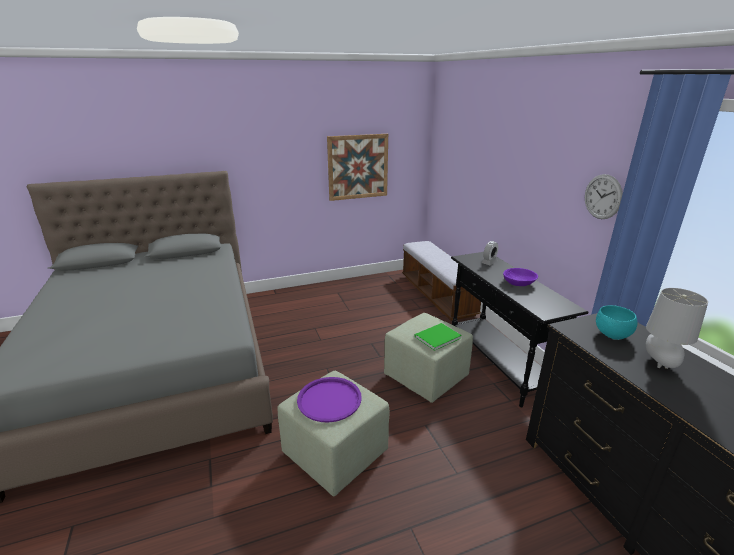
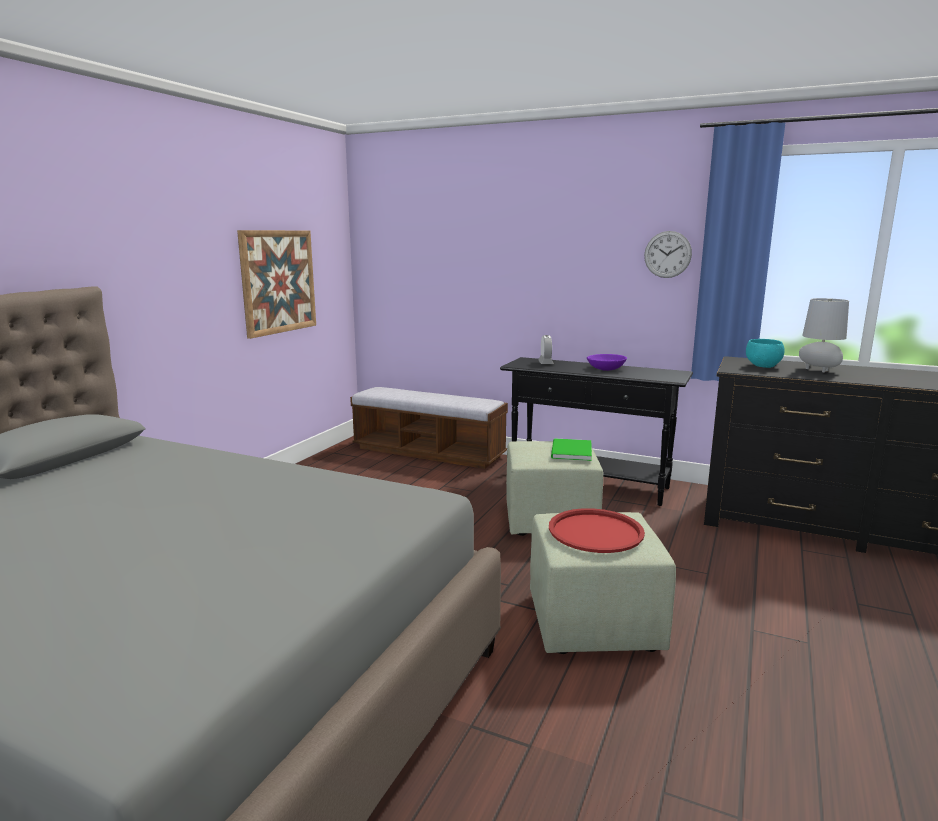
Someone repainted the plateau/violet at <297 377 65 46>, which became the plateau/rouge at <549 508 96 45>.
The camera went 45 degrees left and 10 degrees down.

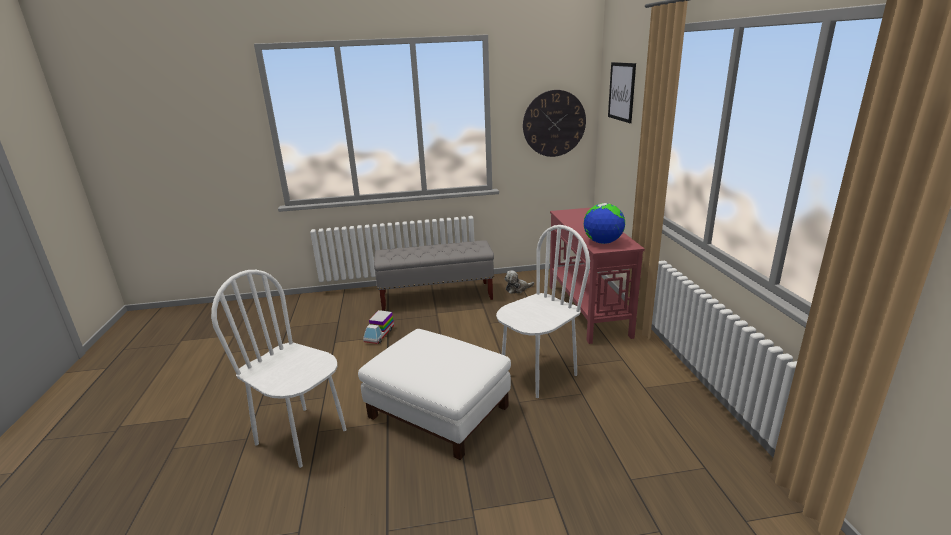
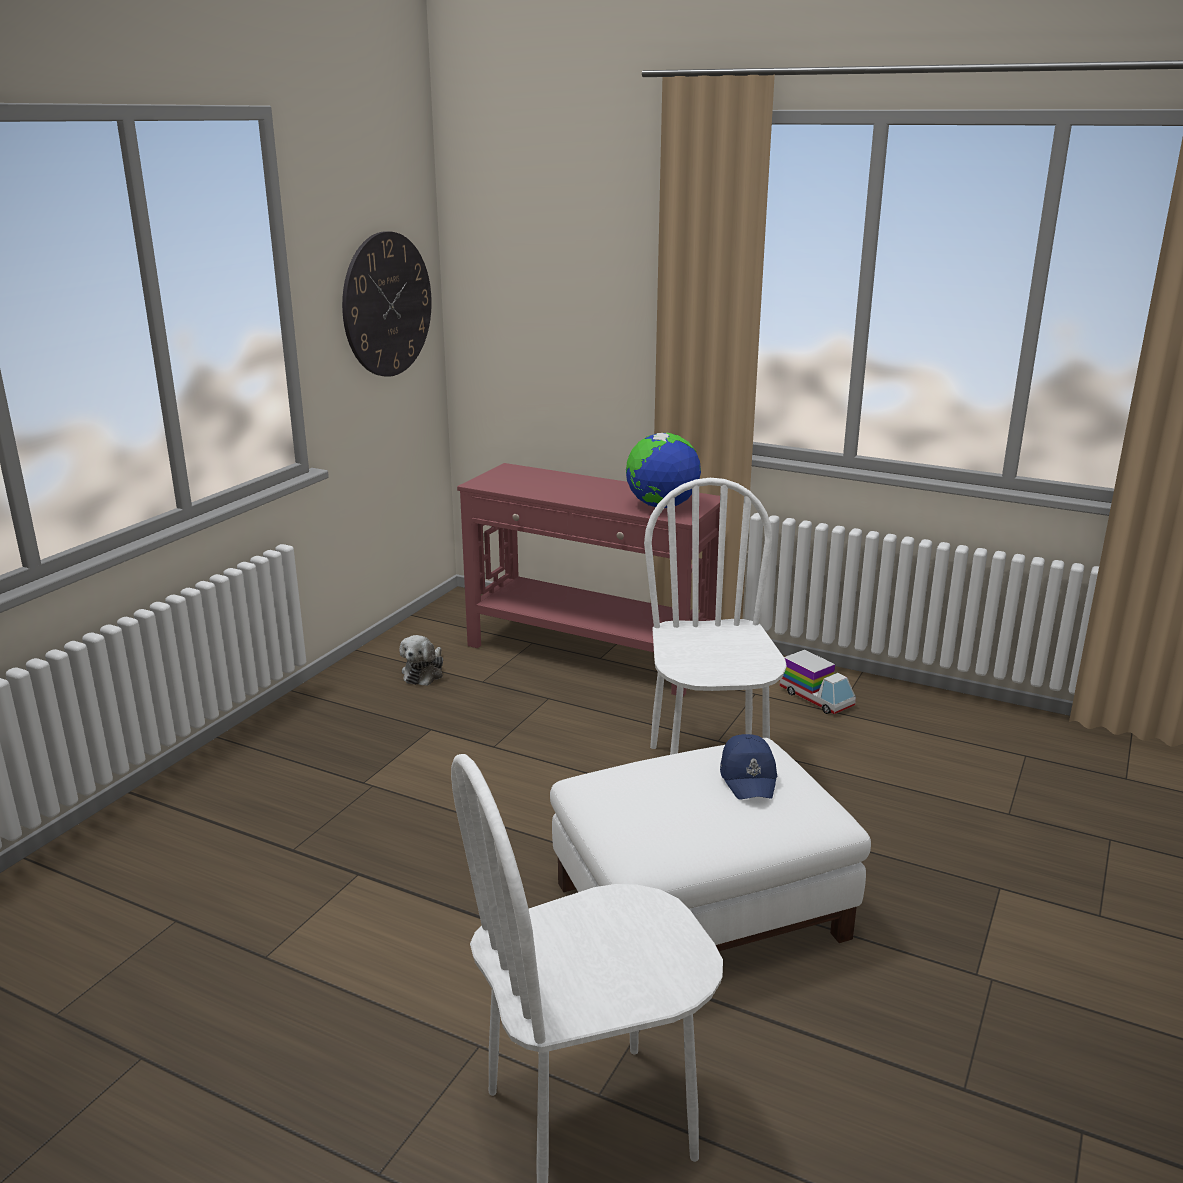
Someone carried the camion jouet from <363 310 31 34> to <779 650 77 64>.
Someone took away the banc/gris at <374 240 120 71>.
Someone took away the tableau at <608 62 28 61>.
Someone put down the casquette/bleu at <720 734 57 66>.
The camera went 55 degrees left and 0 degrees up.

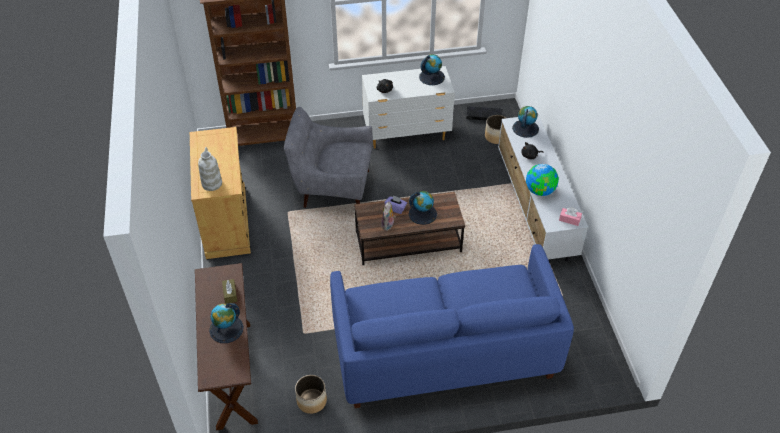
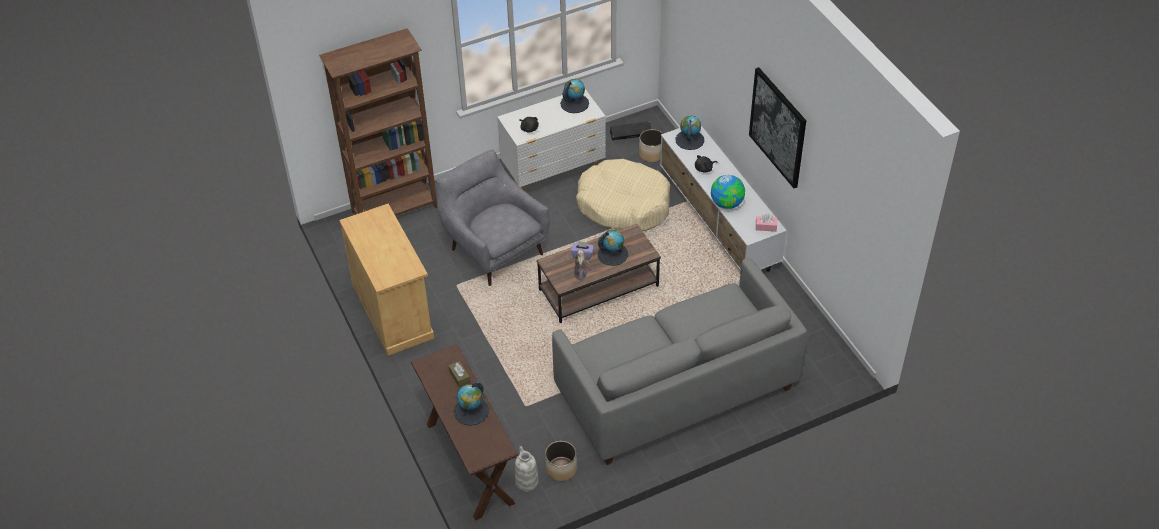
Someone carried the vase/blanc from <198 147 24 44> to <515 446 23 45>.
Someone rotated the fauteuil/gris at <284 107 89 101> by 60 degrees clockwise.
Someone repainted the canapé/bleu at <330 244 244 164>, which became the canapé/gris at <552 258 255 207>.
Someone put down the panier pour chien/beige at <576 159 94 72>.
Someone put up the tableau at <749 67 57 121>.
The camera went 15 degrees left and 0 degrees up.

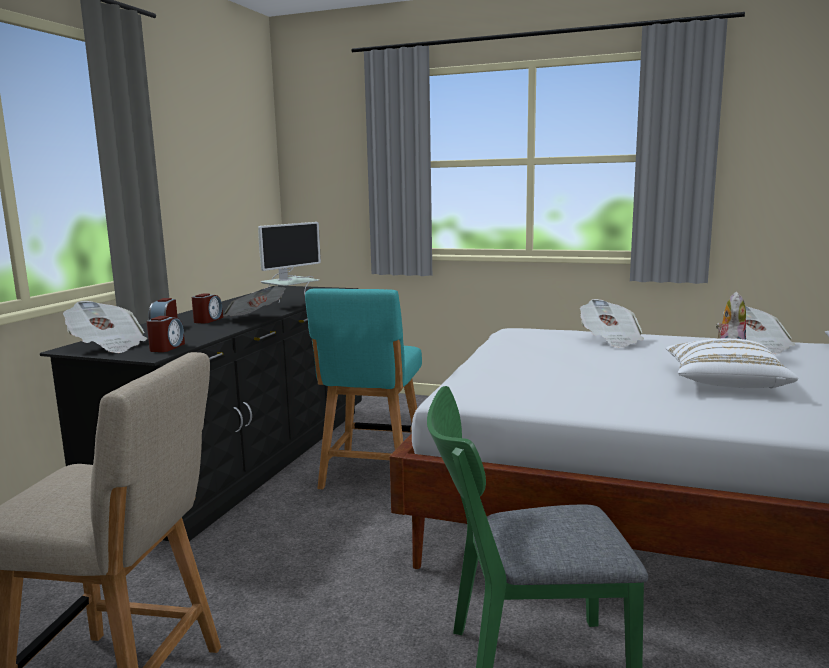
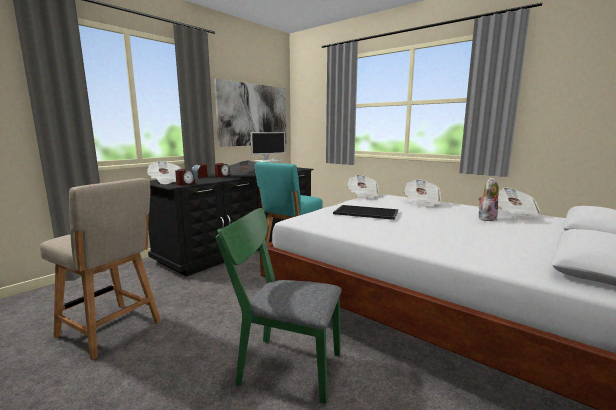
Someone took away the coussin/blanc at <666 338 132 50>.
Someone put up the tableau at <214 79 72 68>.
Someone put down the plateau at <333 205 65 15>.
Someone put down the journal at <347 175 32 24>.
The camera went 20 degrees right and 0 degrees up.

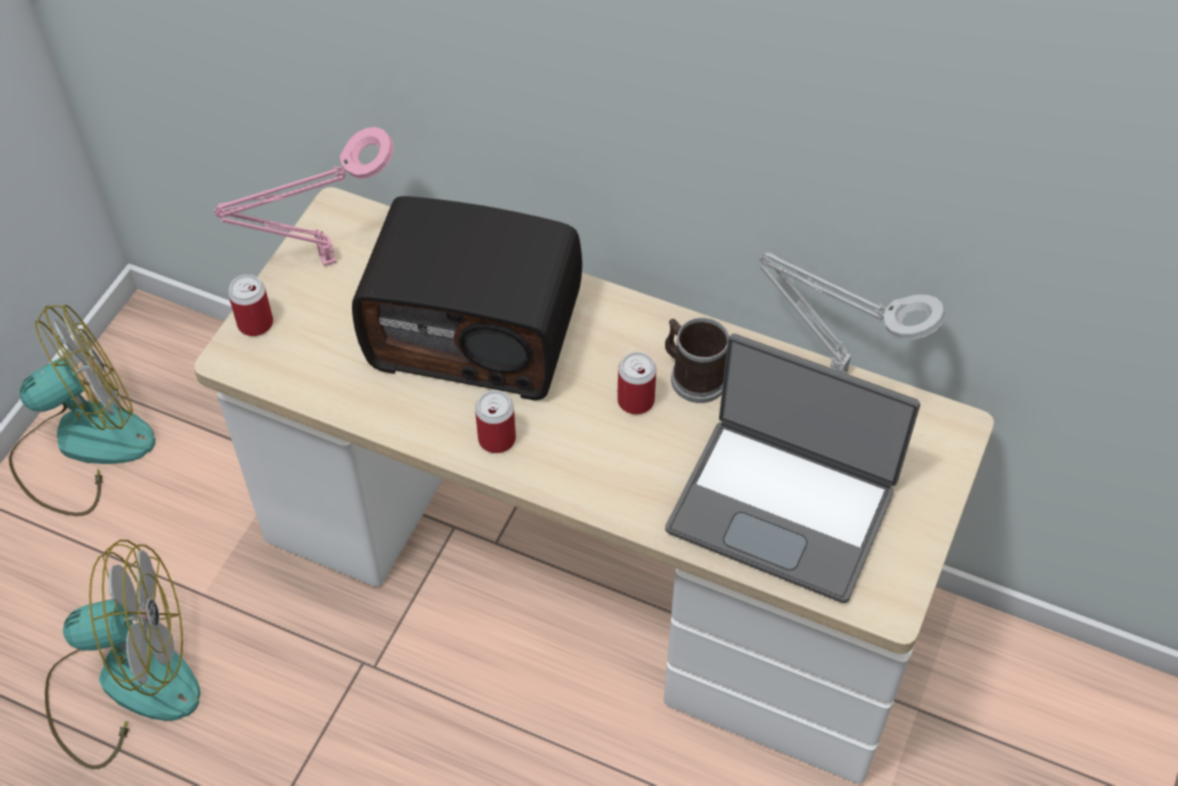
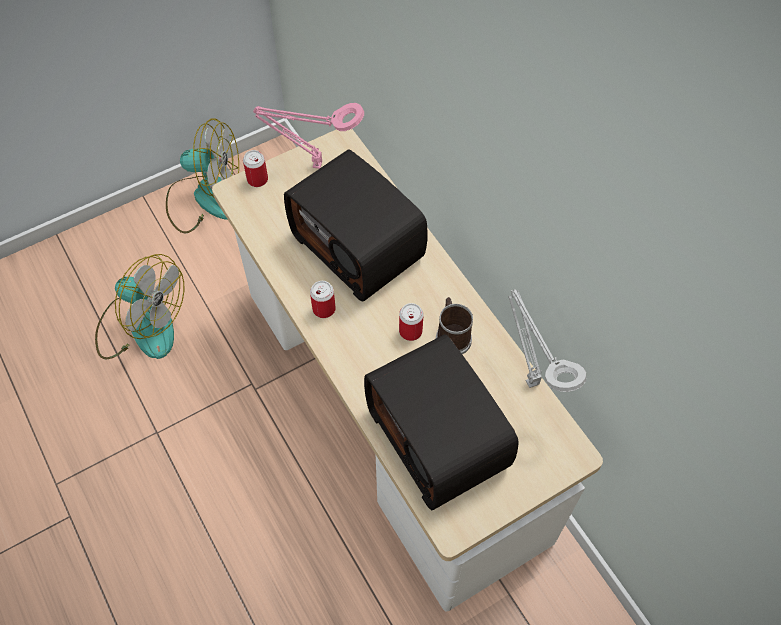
Someone swapped the ordinateur portable at <665 334 255 269> for the radio at <364 334 155 176>.
The camera went 35 degrees right and 5 degrees up.

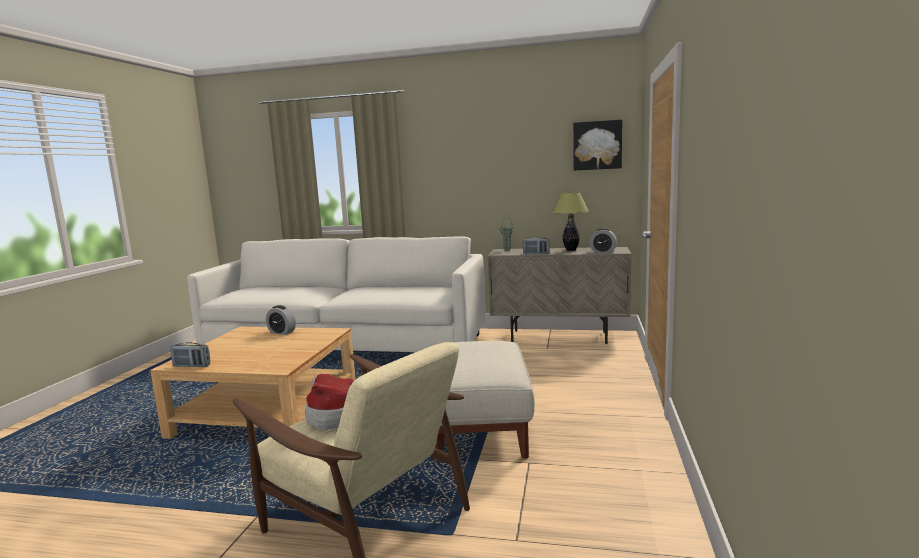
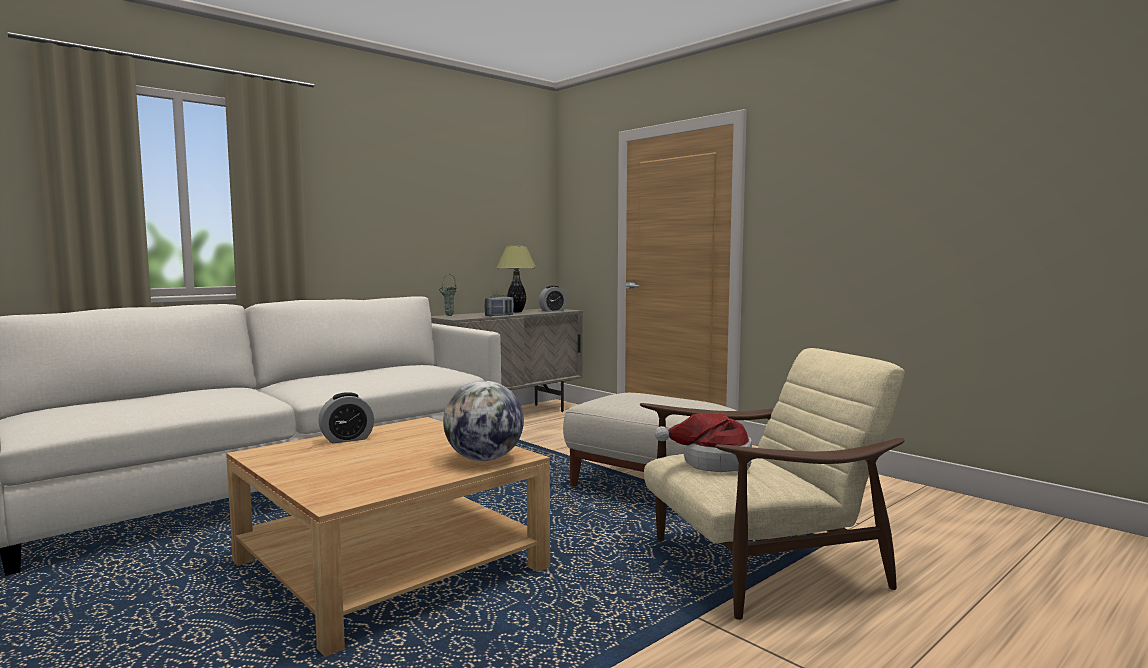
Someone took away the radio at <170 342 40 25>.
Someone took away the tableau at <573 120 49 50>.
Someone put down the globe at <443 381 81 80>.
The camera went 55 degrees left and 5 degrees down.

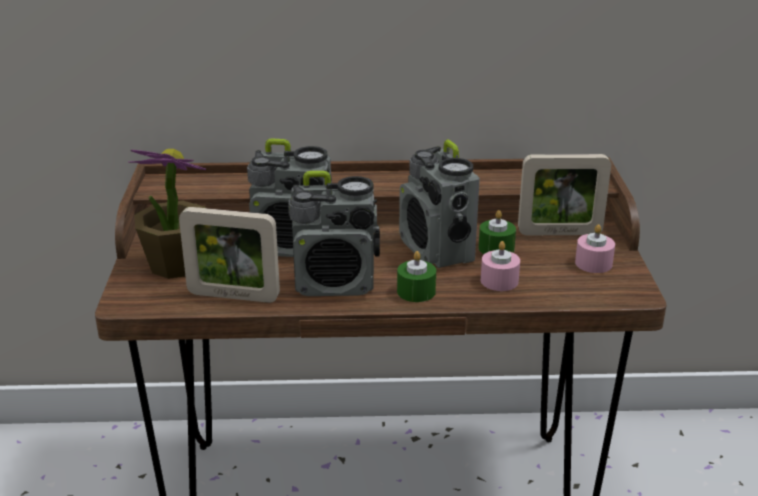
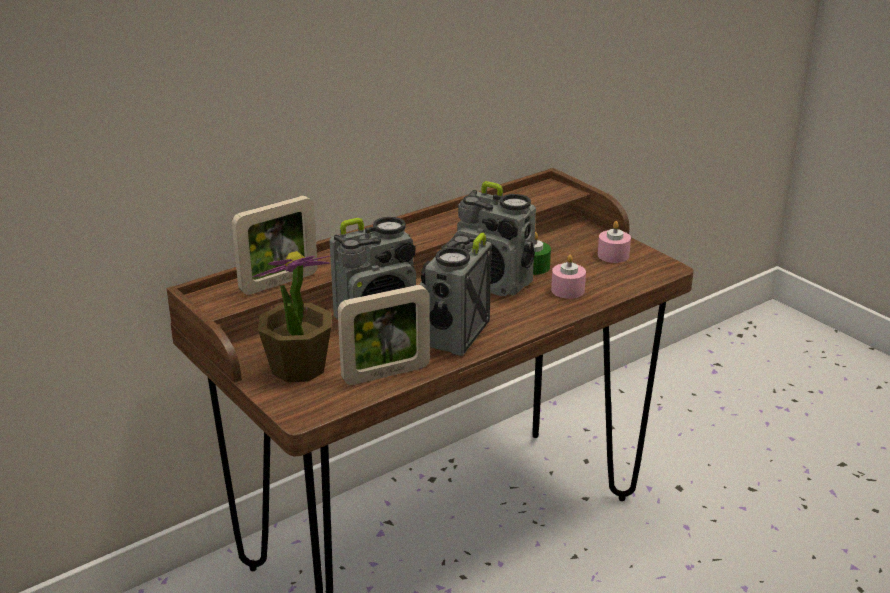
Someone rotated the radio at <288 171 92 125> by 150 degrees clockwise.
Someone took away the bougie/vert at <397 251 39 51>.
Someone carried the cadre photo from <518 154 93 81> to <232 196 86 99>.
The camera went 35 degrees left and 0 degrees up.

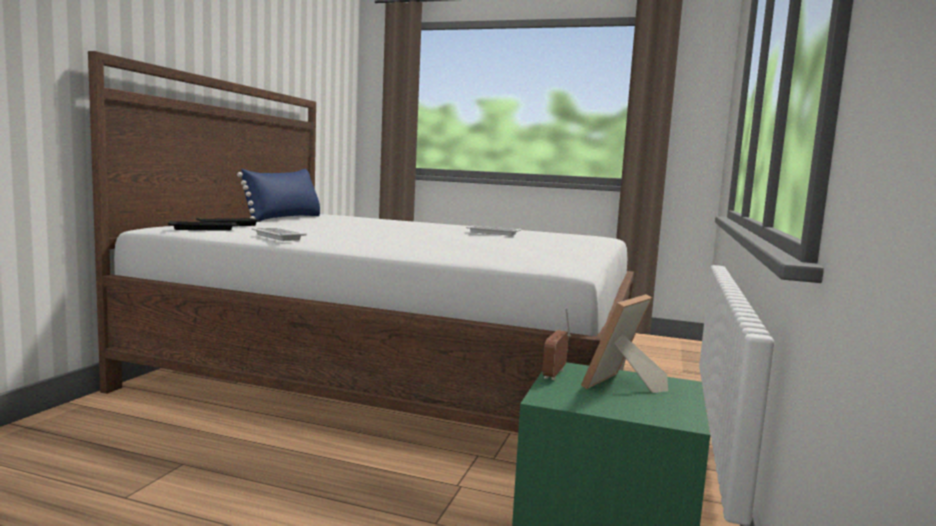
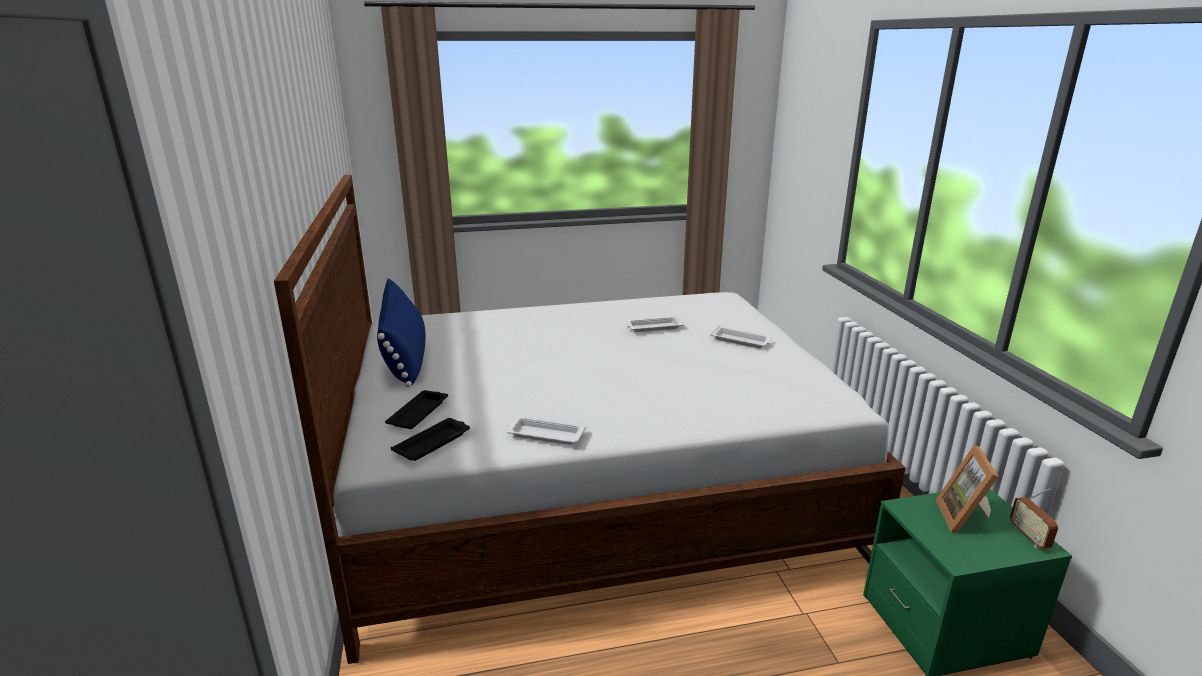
Someone carried the radio from <542 307 29 73> to <1010 488 48 60>.
Someone put down the plateau/blanc at <710 326 61 22>.
The camera went 30 degrees left and 15 degrees up.

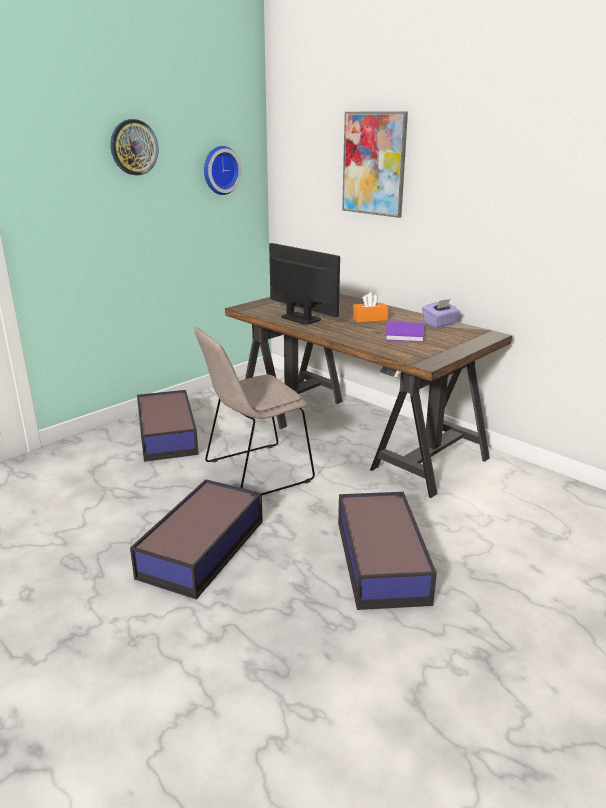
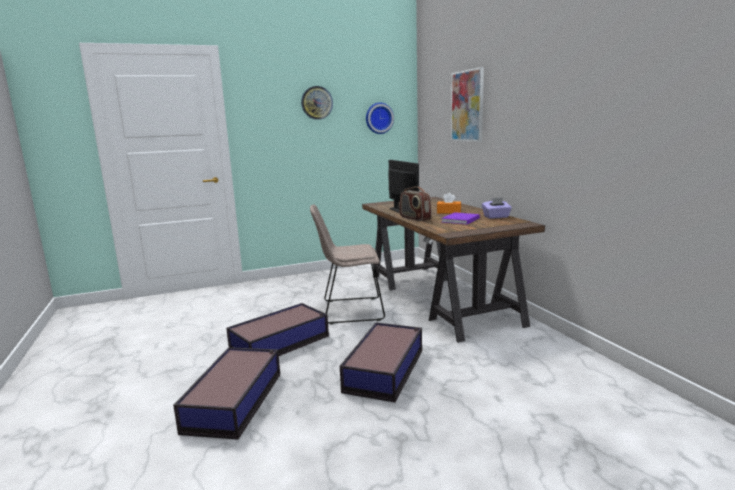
Someone carried the boîte de rangement from <137 390 62 72> to <173 347 107 93>.
Someone put down the radio at <400 186 32 35>.
The camera went 25 degrees right and 10 degrees down.

